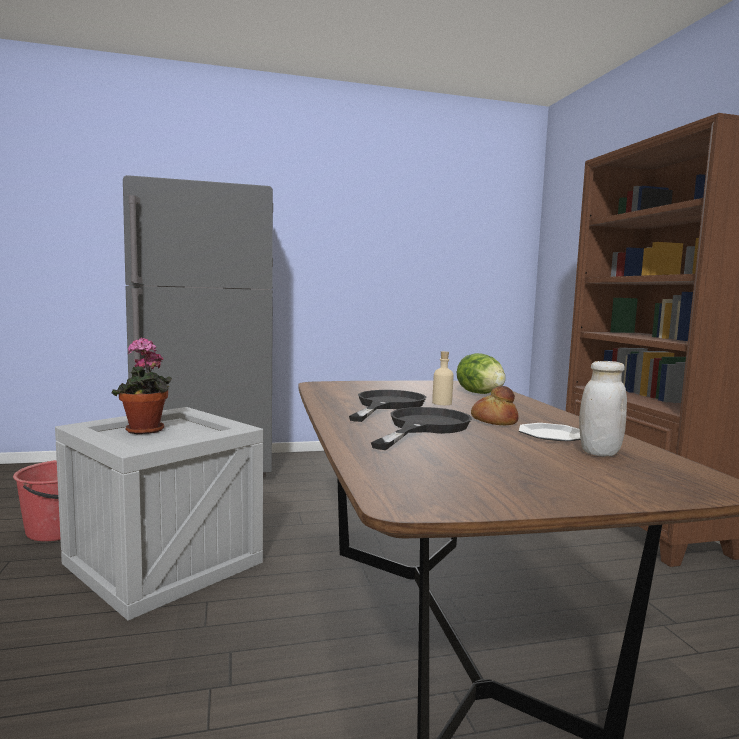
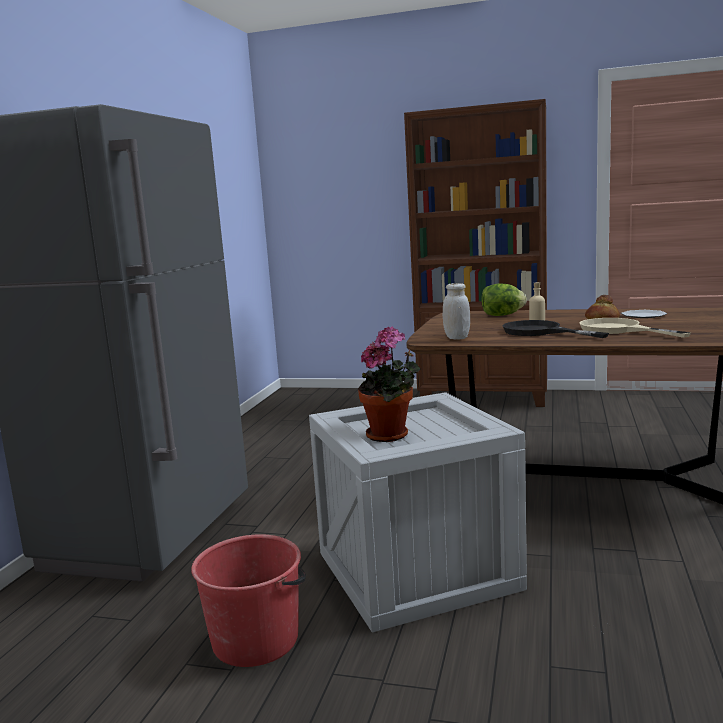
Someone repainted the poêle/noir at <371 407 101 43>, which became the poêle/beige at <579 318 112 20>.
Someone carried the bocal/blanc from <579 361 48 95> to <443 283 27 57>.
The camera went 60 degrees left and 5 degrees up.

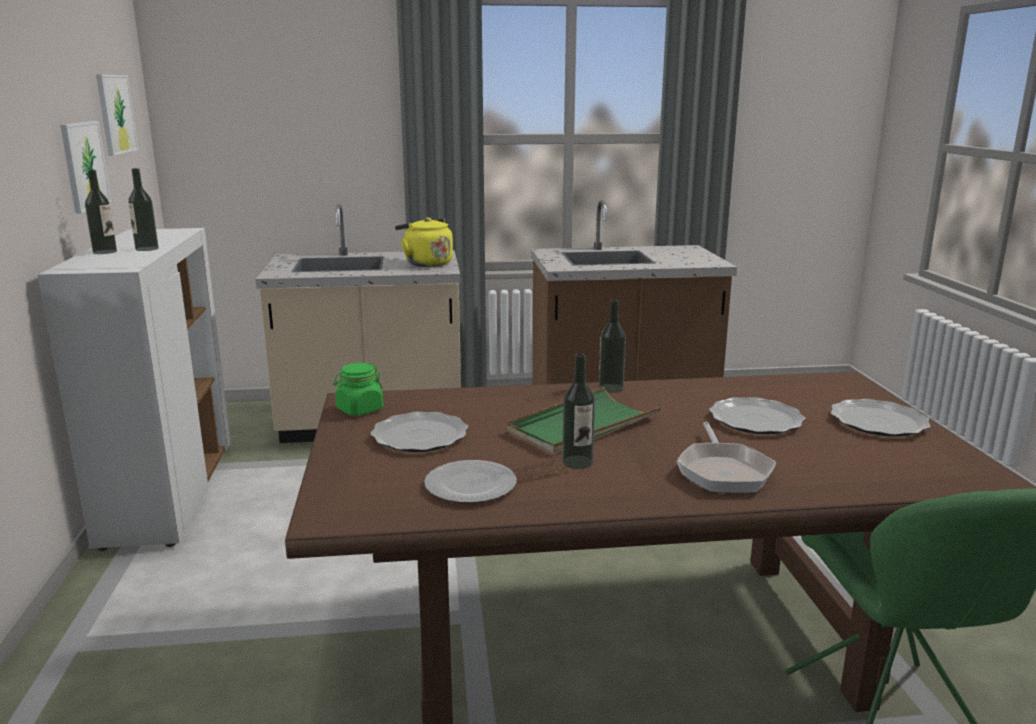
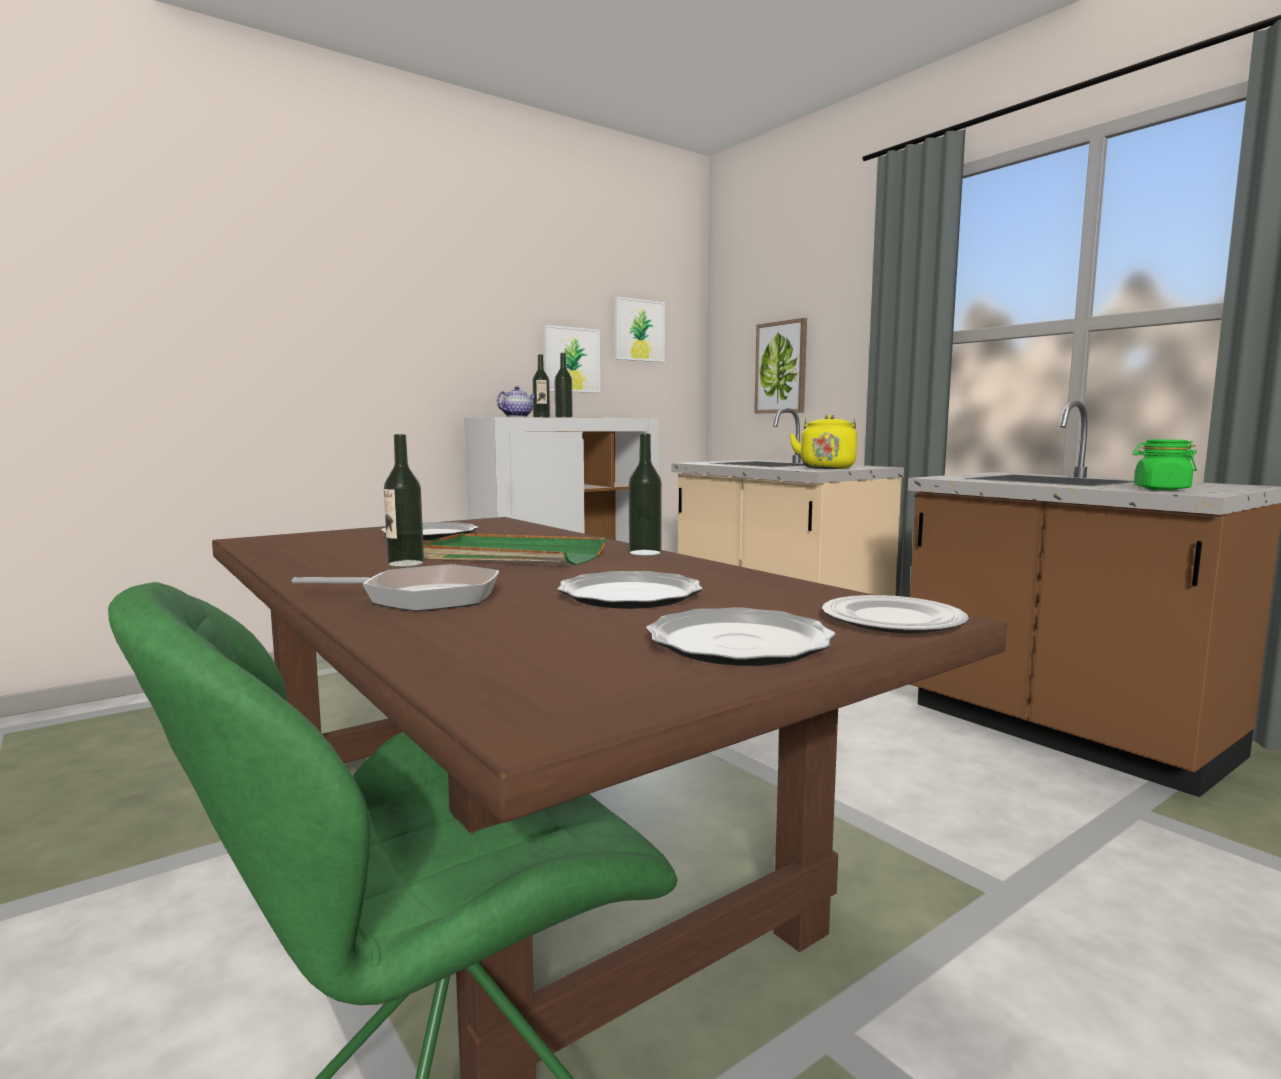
Someone carried the bocal/vert from <333 363 50 53> to <1132 440 65 50>.
Someone carried the assiette from <424 460 93 43> to <822 595 147 38>.
Someone rotated the poêle at <676 422 100 71> by 150 degrees counterclockwise.
Someone put down the théière at <497 386 39 31>.
Someone put up the tableau at <754 318 53 95>.
The camera went 60 degrees right and 10 degrees down.

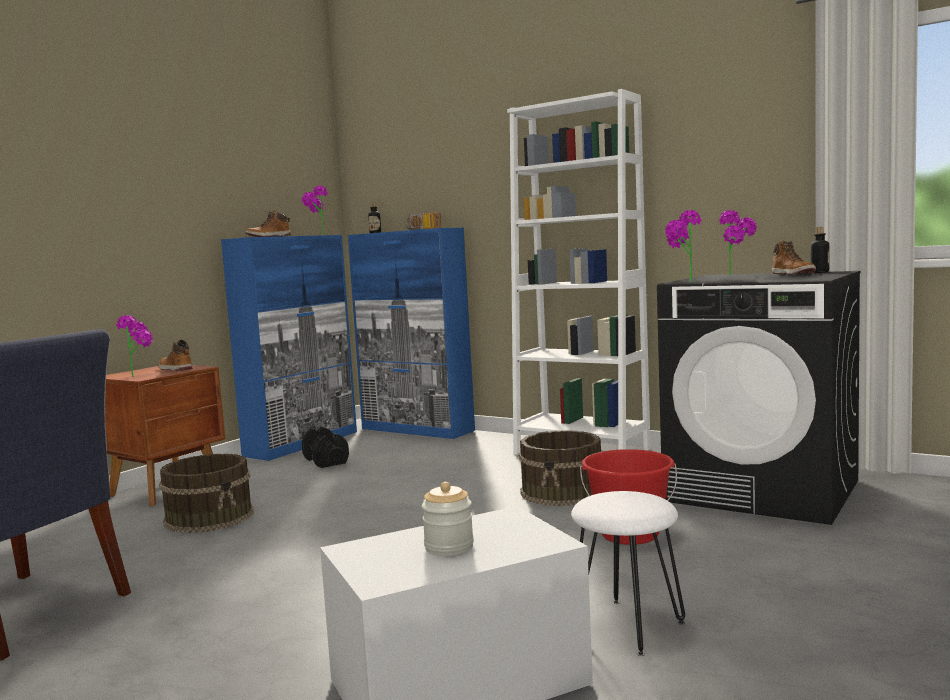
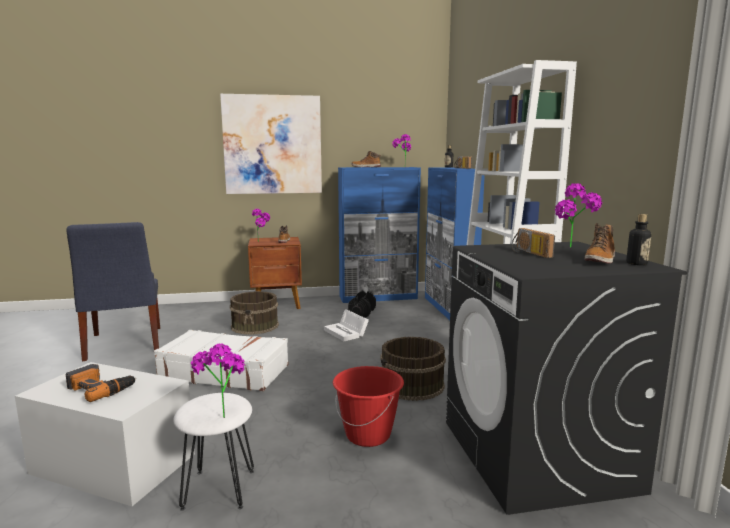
Someone swapped the bocal at <422 482 52 74> for the perceuse at <66 364 70 38>.
Someone carried the plante en pot from <665 210 36 71> to <191 343 54 75>.
Someone put down the valise/blanc at <154 330 134 61>.
Someone put up the tableau at <220 94 102 100>.
Someone put down the boîte de rangement/blanc at <324 309 45 32>.
Someone put down the radio at <512 228 43 30>.
The camera went 45 degrees right and 5 degrees up.

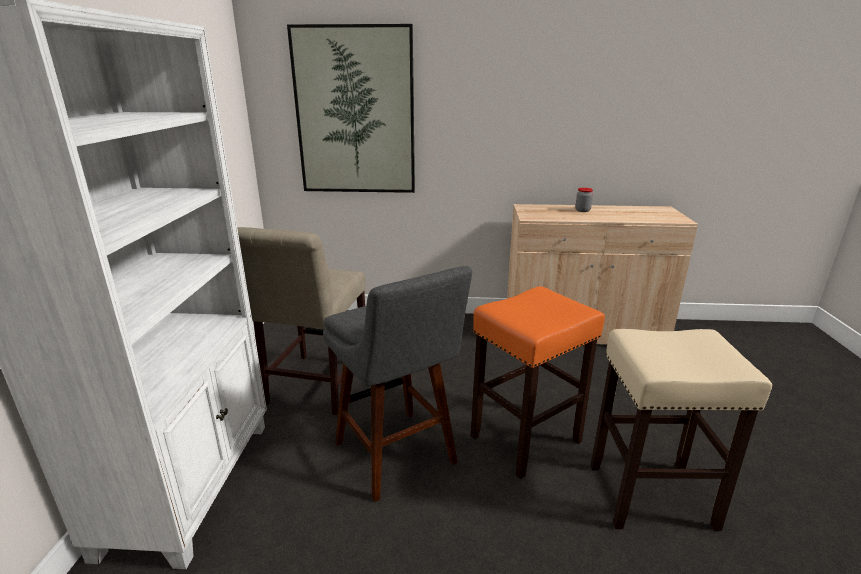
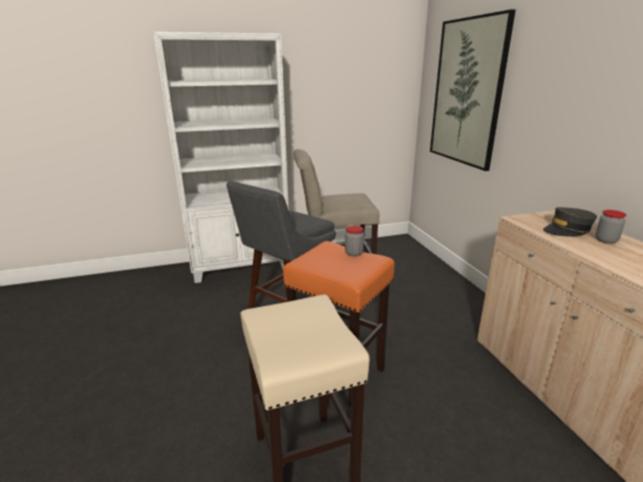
Someone put down the bocal at <345 226 19 30>.
Someone put down the casquette/gris at <543 207 54 30>.
The camera went 70 degrees right and 0 degrees up.

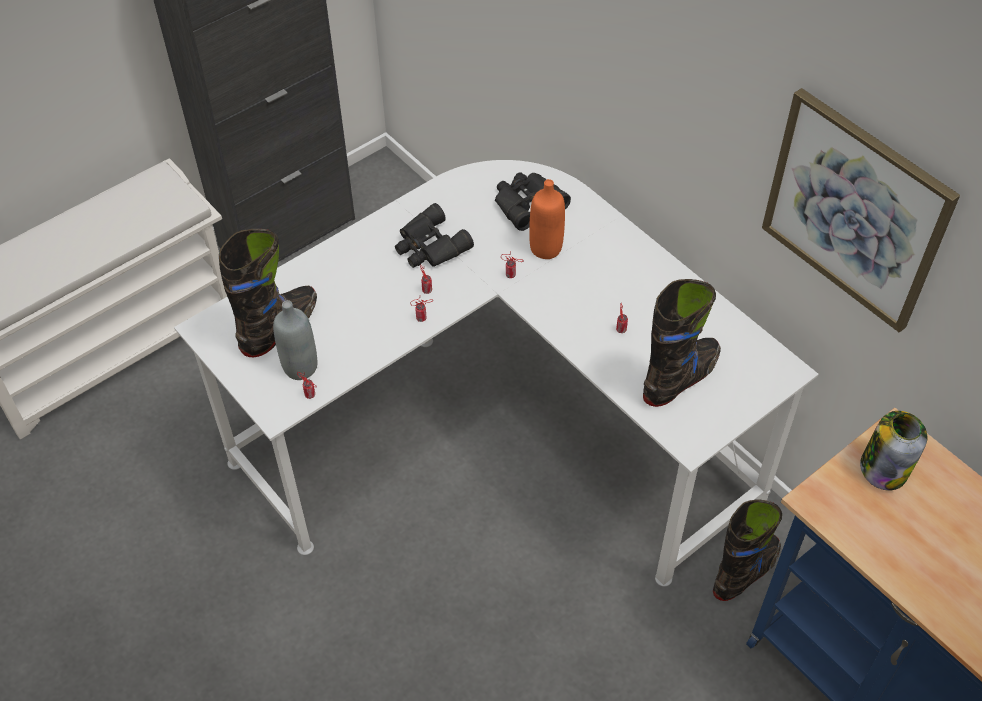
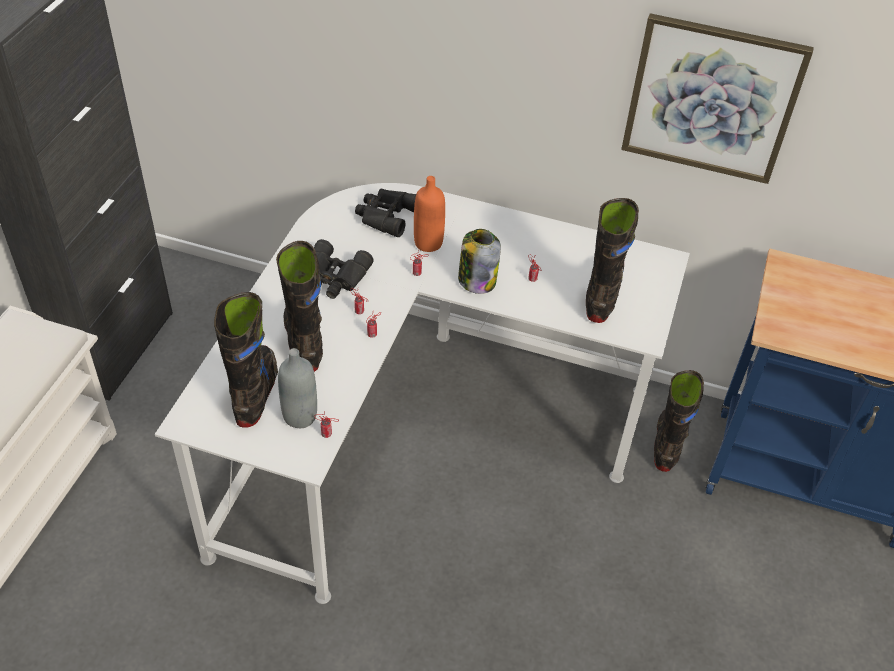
Someone carried the bocal from <860 411 67 79> to <458 229 43 65>.
Someone put down the botte/noir at <276 241 47 131>.
The camera went 35 degrees left and 5 degrees down.

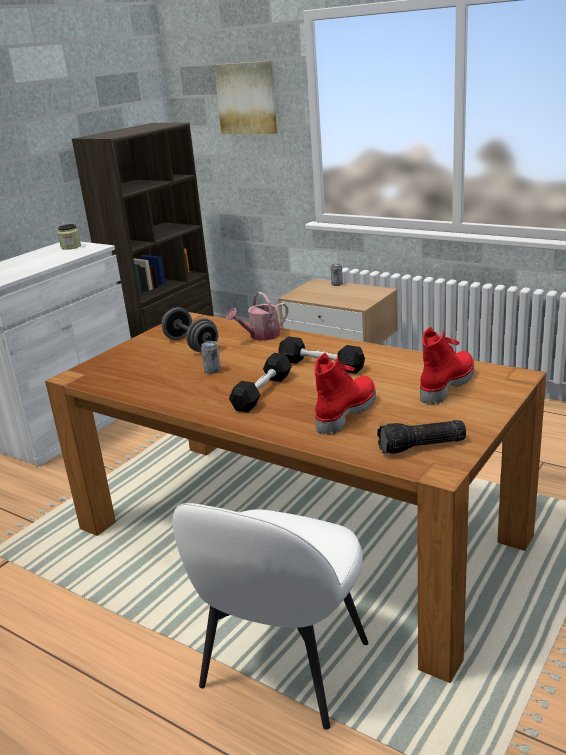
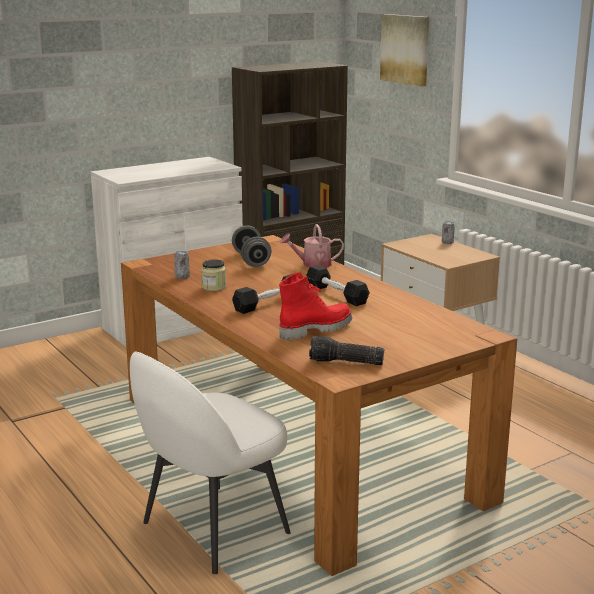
Someone carried the bocal from <58 224 23 26> to <201 259 25 32>.
Someone carried the boîte métallique from <201 341 20 33> to <174 251 16 28>.
Someone took away the botte/rouge at <420 326 54 78>.
The camera went 20 degrees right and 5 degrees down.

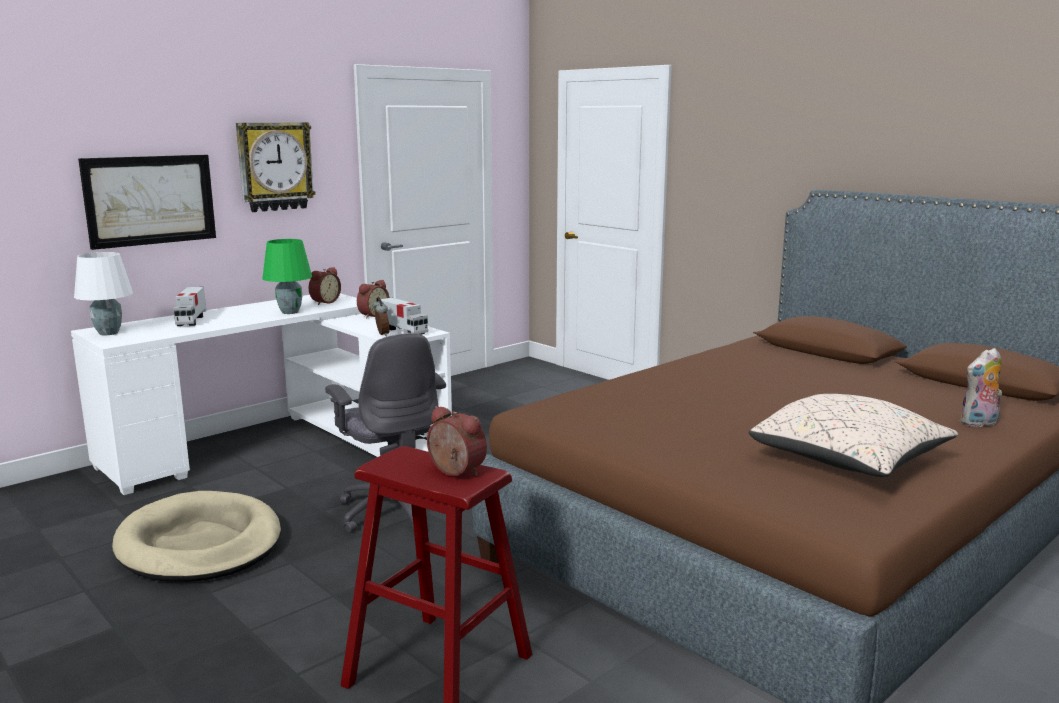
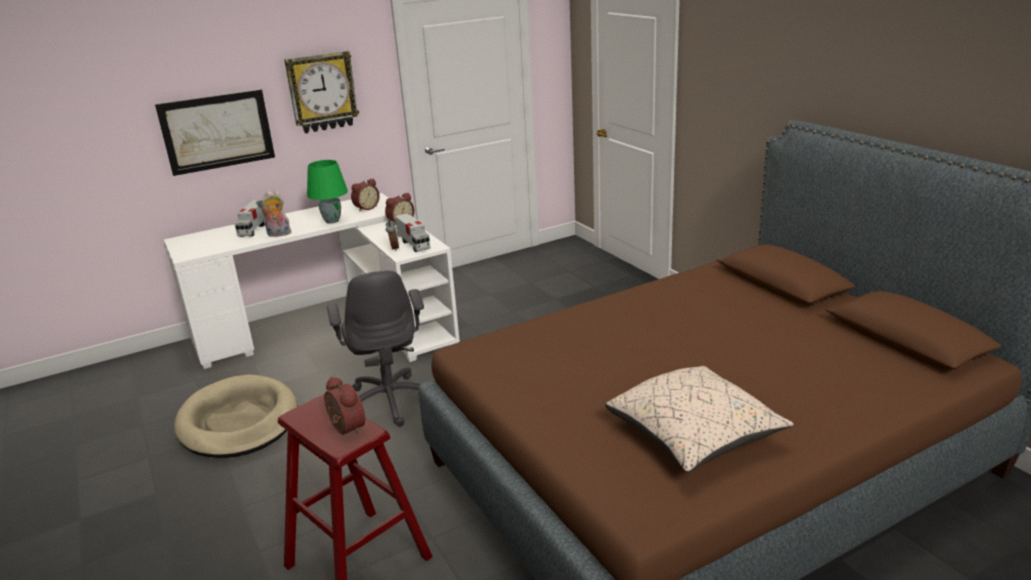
Someone took away the lampe de table/blanc at <74 252 59 83>.
Someone carried the peluche from <960 348 42 79> to <256 190 35 47>.
The camera went 15 degrees right and 10 degrees up.

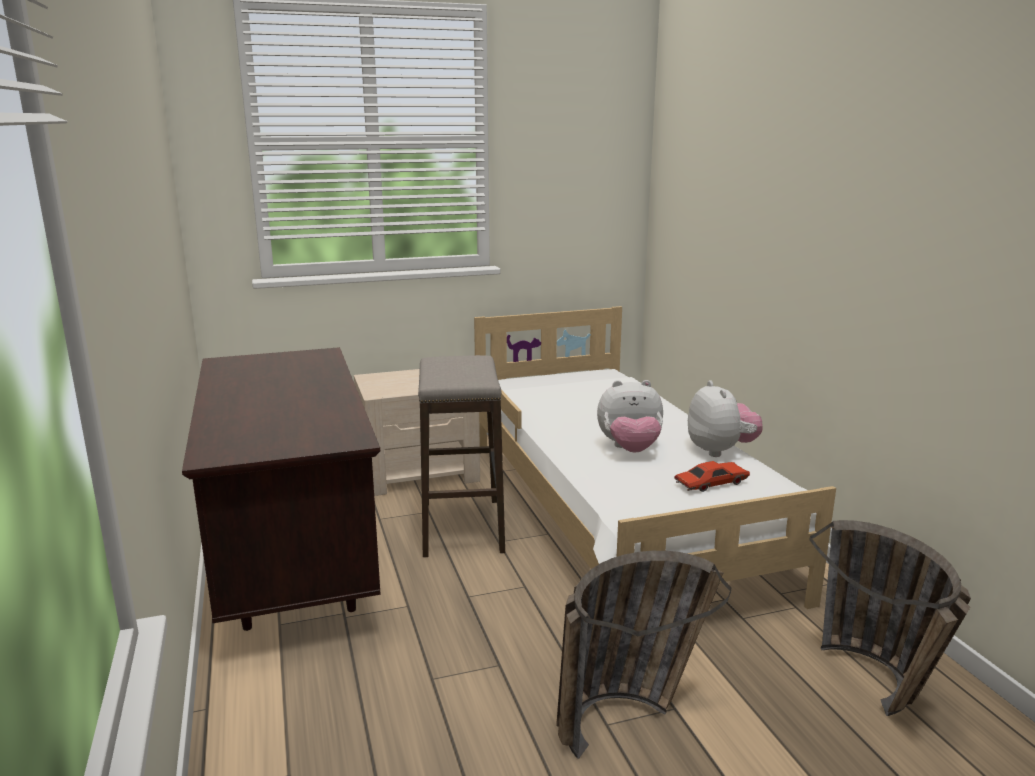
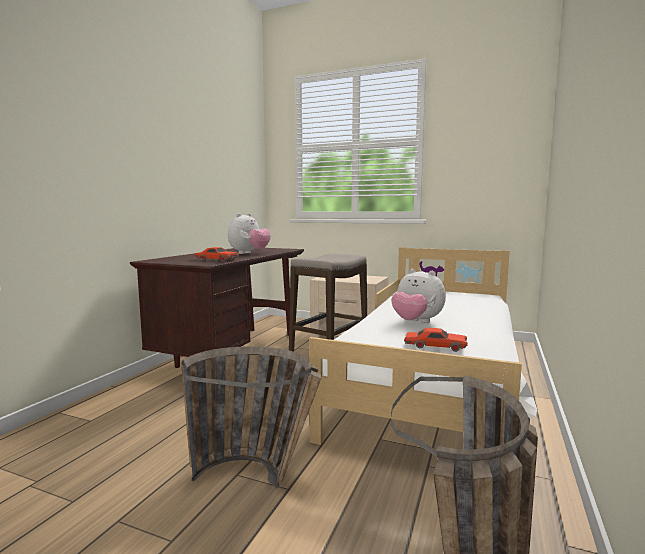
Someone carried the peluche from <688 380 75 77> to <228 213 43 41>.
Someone put down the petite voiture/rouge at <194 247 45 15>.
The camera went 40 degrees right and 10 degrees down.

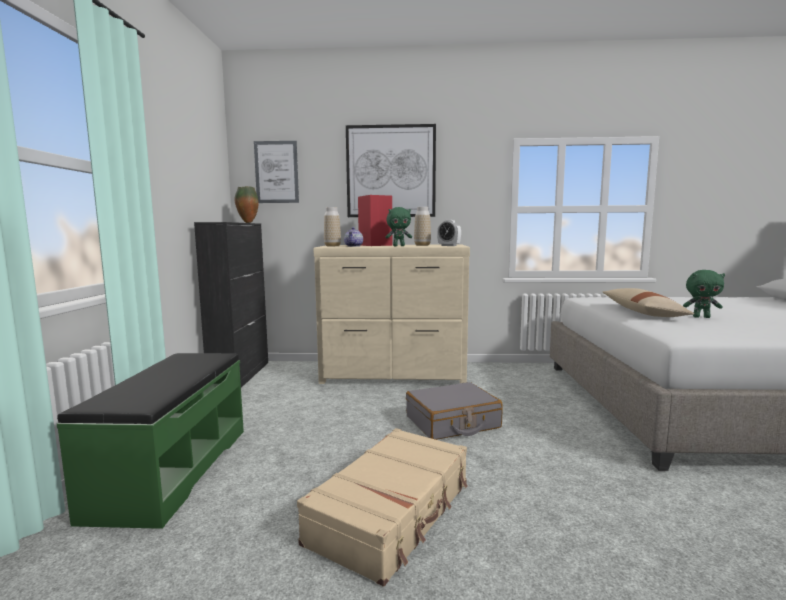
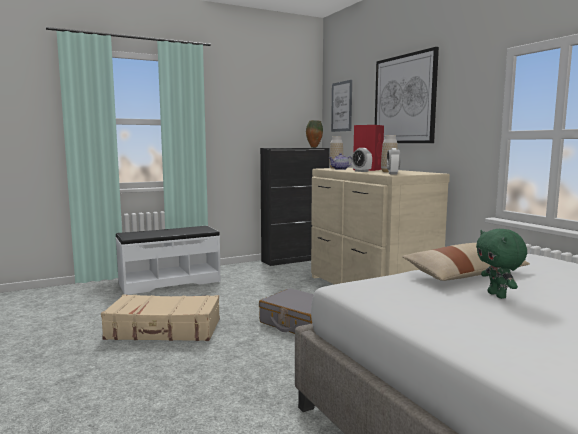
Someone repainted the banc/vert at <57 353 187 176>, which became the banc/blanc at <115 226 106 69>.
Someone swapped the peluche/vert at <385 207 27 39> for the réveil at <352 148 20 24>.
The camera went 60 degrees right and 0 degrees up.

